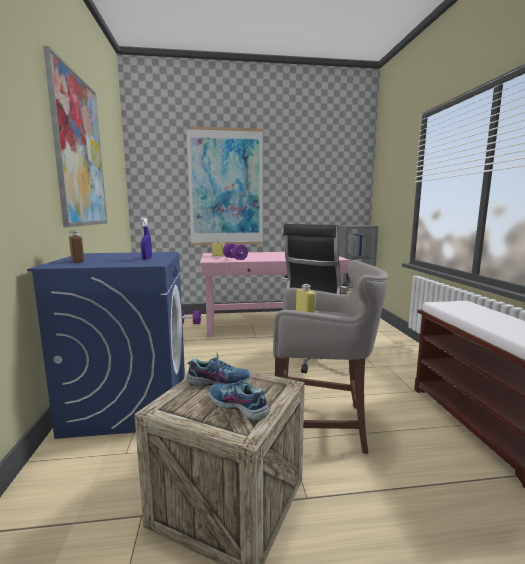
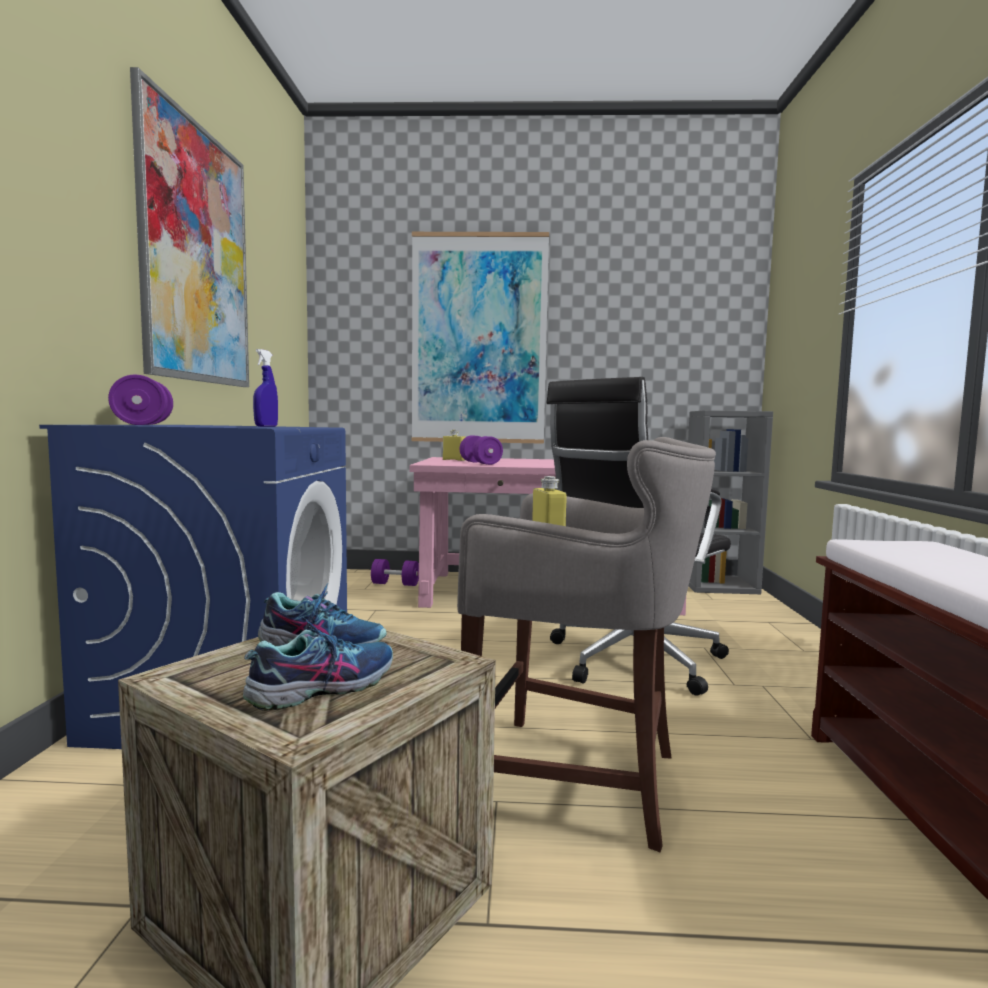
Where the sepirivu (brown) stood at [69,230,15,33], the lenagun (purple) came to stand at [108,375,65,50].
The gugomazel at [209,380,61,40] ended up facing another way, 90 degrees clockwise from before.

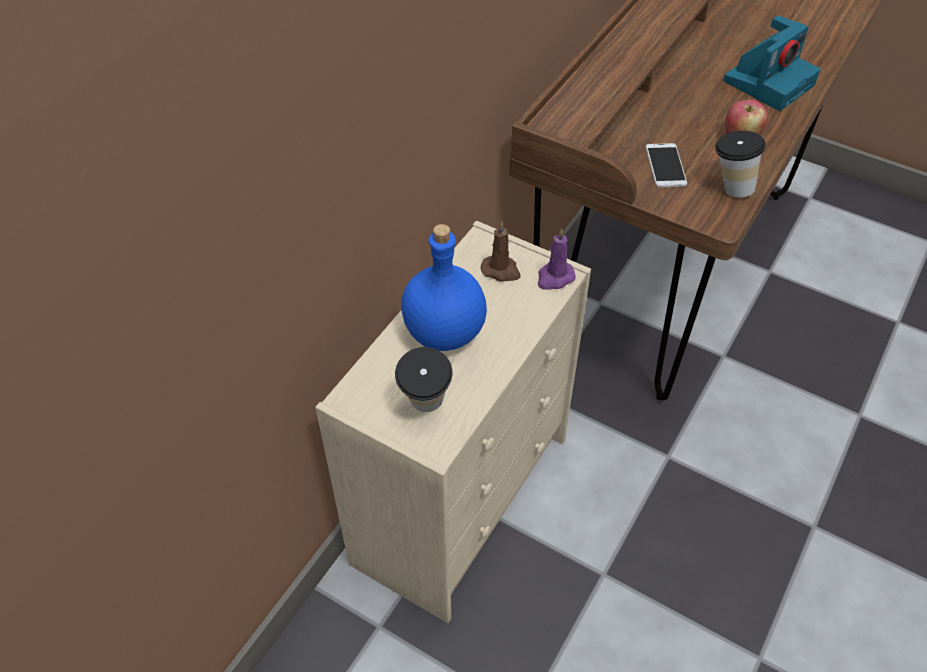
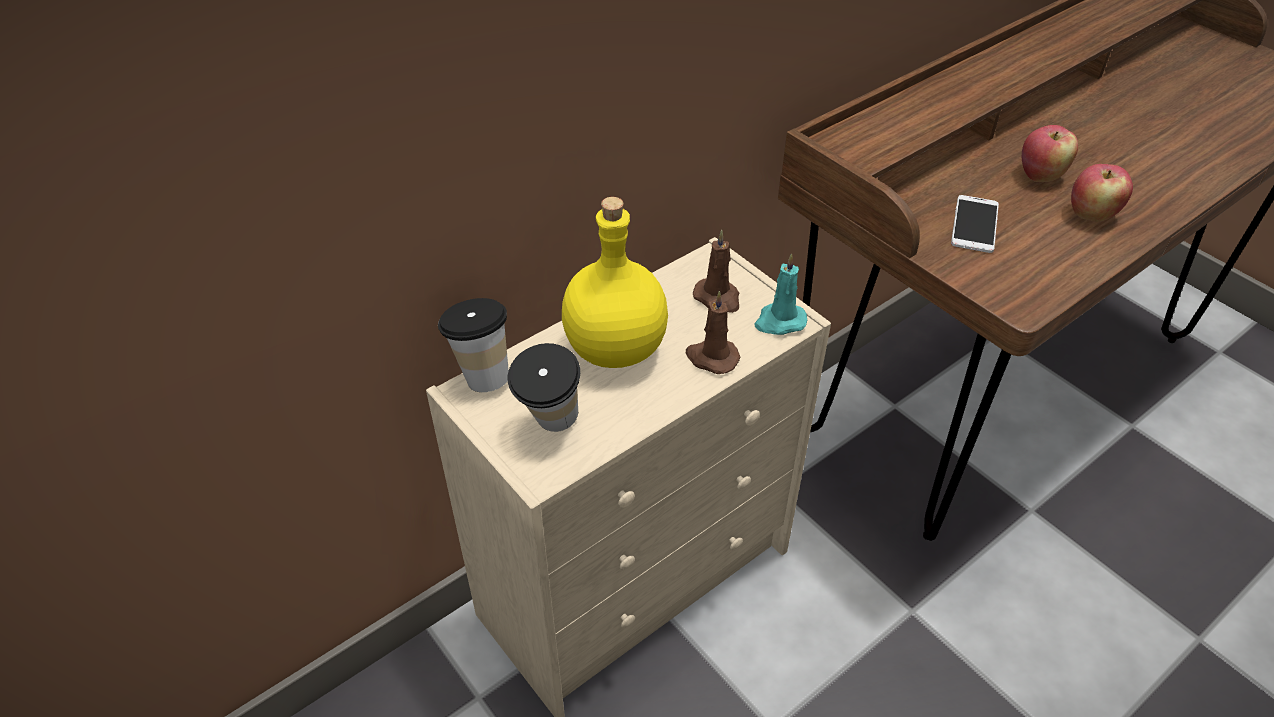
What was the sepirivu (blue) at [401,224,86,127] turned into the sepirivu (yellow) at [562,197,106,171].
What was the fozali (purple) at [538,228,38,62] turned into the fozali (turquoise) at [754,253,53,82].
The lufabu ended up elsewhere, having gone from [715,131,51,67] to [438,298,71,94].
The second view lost the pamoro at [724,15,97,96].
The second view gained the fozali (brown) at [686,291,54,83].
The second view gained the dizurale at [1022,125,56,57].

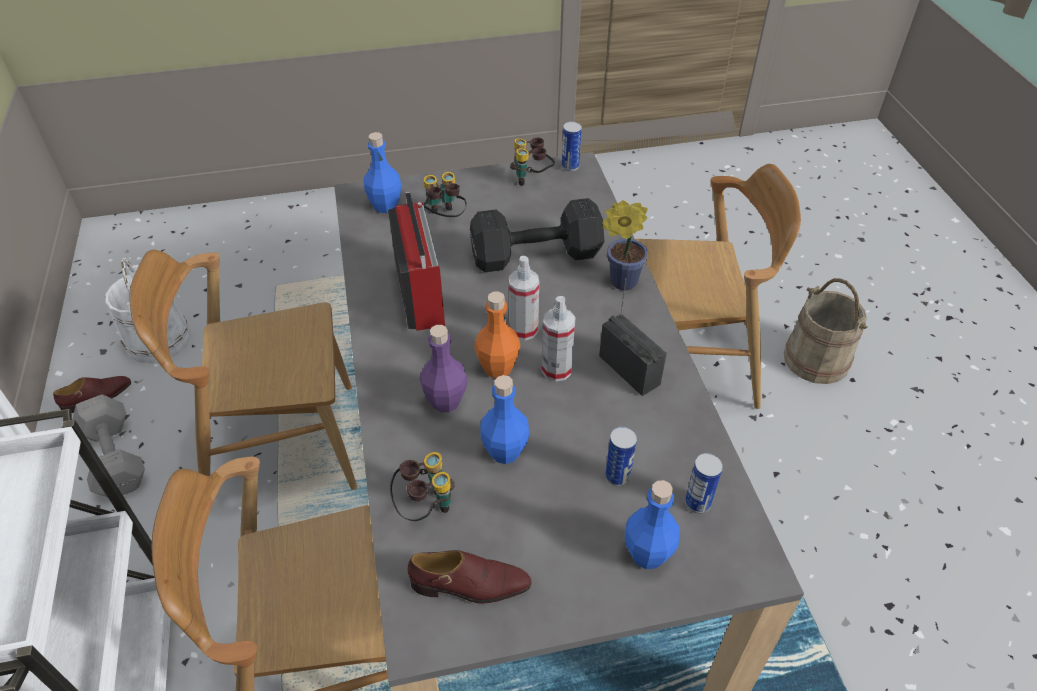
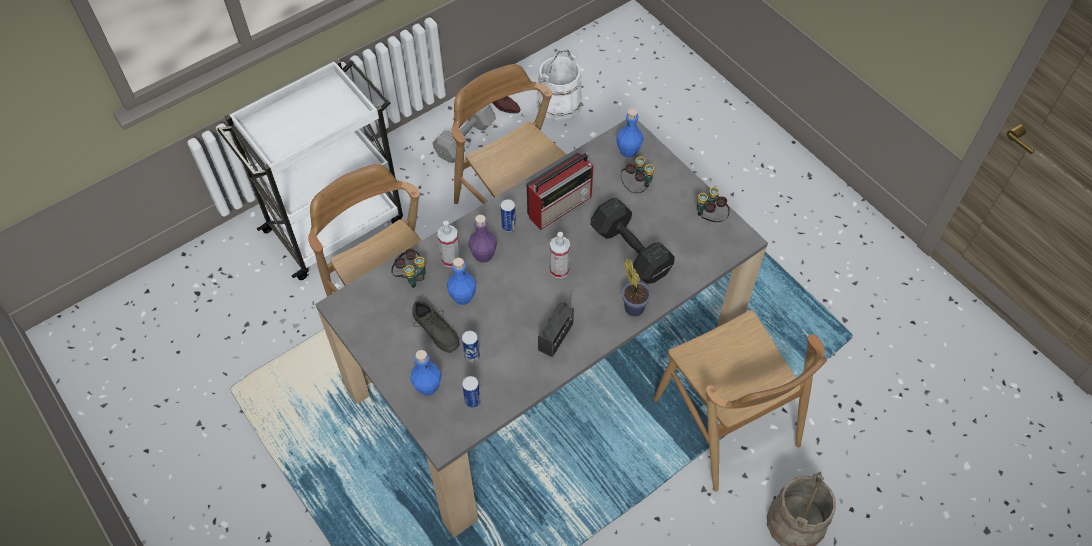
The second view lost the gugomazel (brown) at [408,550,123,54].
The second view lost the sepirivu (orange) at [474,292,47,86].
The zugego ended up elsewhere, having gone from [542,296,33,86] to [438,221,23,47].
The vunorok ended up elsewhere, having gone from [562,122,20,50] to [501,199,15,33].
The second view gained the gugomazel (grey) at [413,301,47,52].

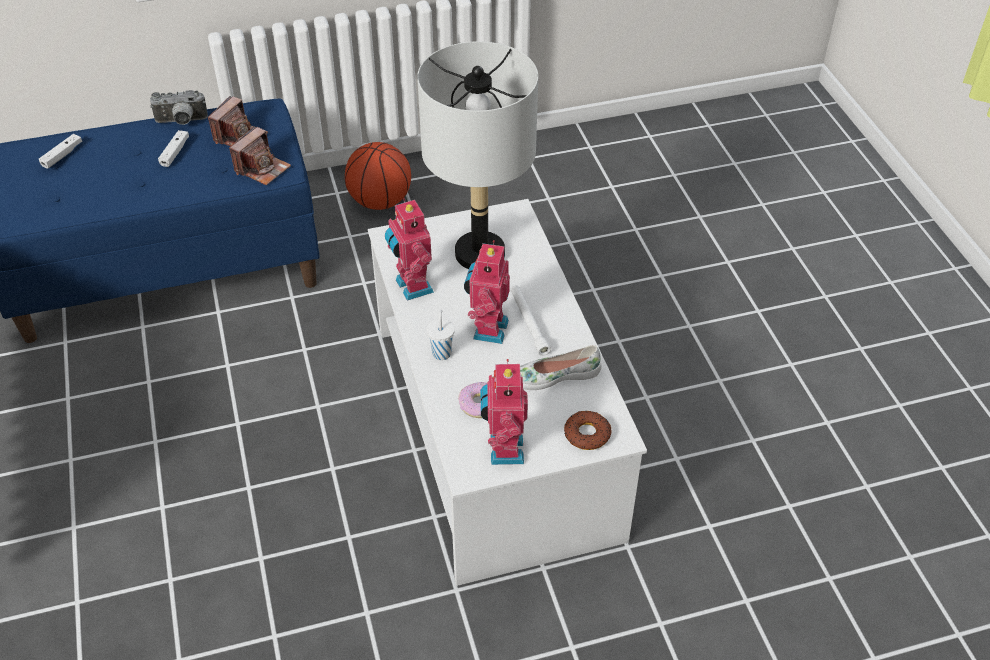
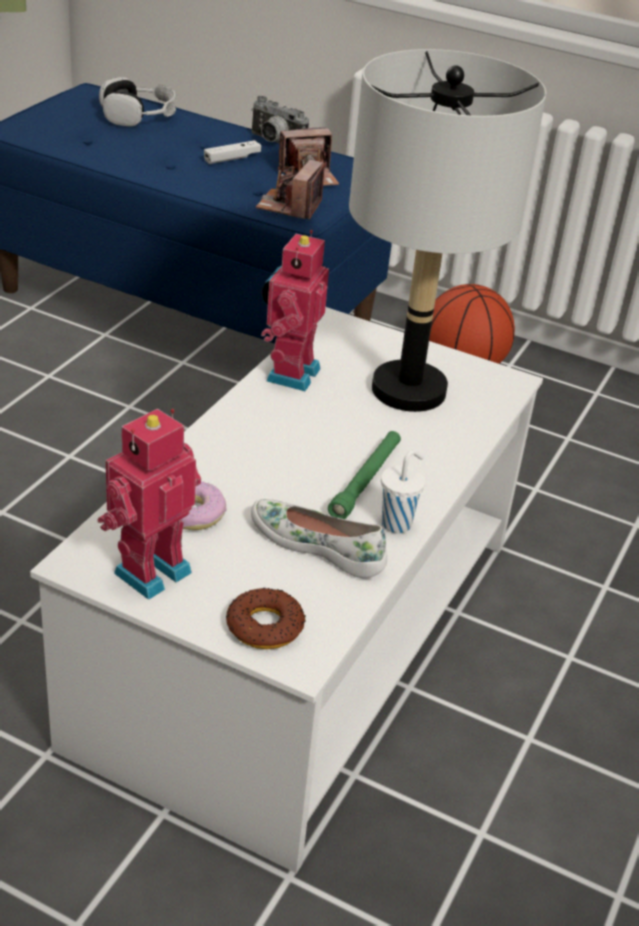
Where the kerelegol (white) stood at [39,134,43,35], the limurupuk came to stand at [99,77,77,50].
The pamoro at [229,126,62,59] ended up facing another way, 120 degrees clockwise from before.
The lufabu (white) ended up elsewhere, having gone from [427,310,28,50] to [381,450,44,83].
The second view lost the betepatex at [464,240,46,104].
What was the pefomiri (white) at [510,285,41,71] turned into the pefomiri (green) at [328,431,73,88].

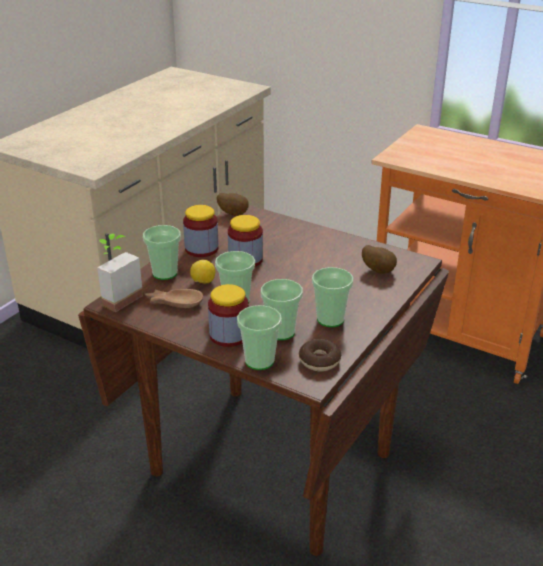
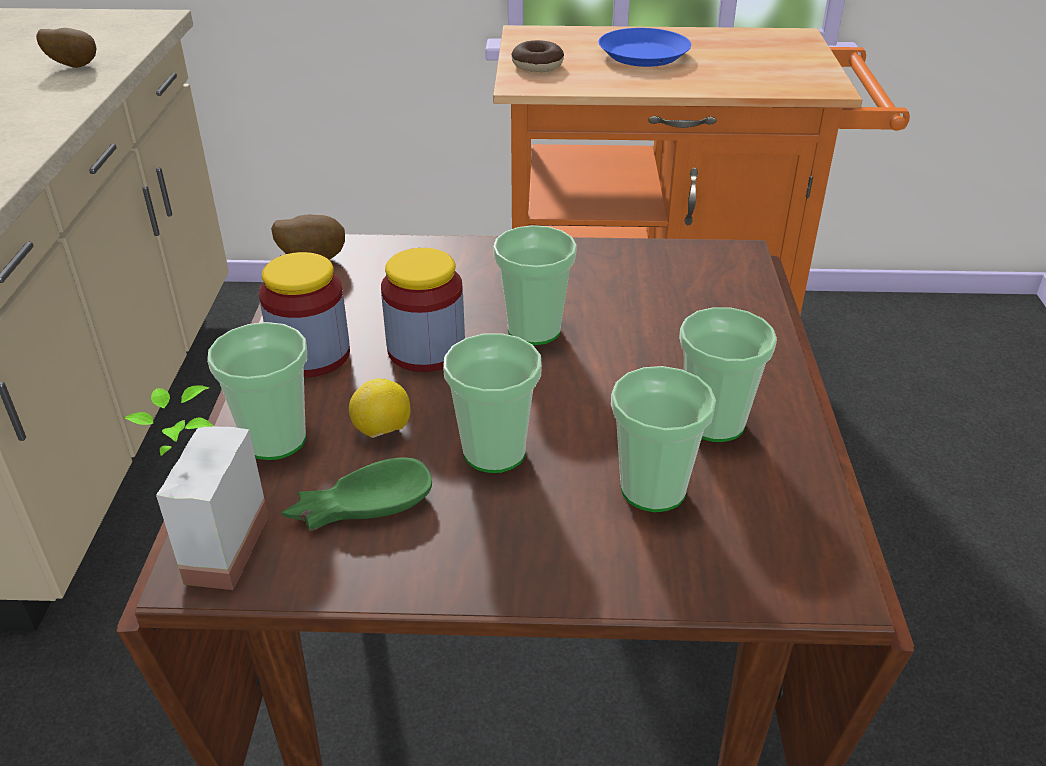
What was the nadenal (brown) at [145,289,58,19] turned into the nadenal (green) at [281,457,151,74].
The second view lost the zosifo at [208,284,41,63].
The lufabu ended up elsewhere, having gone from [237,305,45,65] to [493,225,84,120].
The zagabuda ended up elsewhere, having gone from [299,339,42,33] to [511,40,53,32].
The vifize ended up elsewhere, having gone from [362,245,35,29] to [36,28,61,40].
The second view gained the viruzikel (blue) at [598,28,93,39].

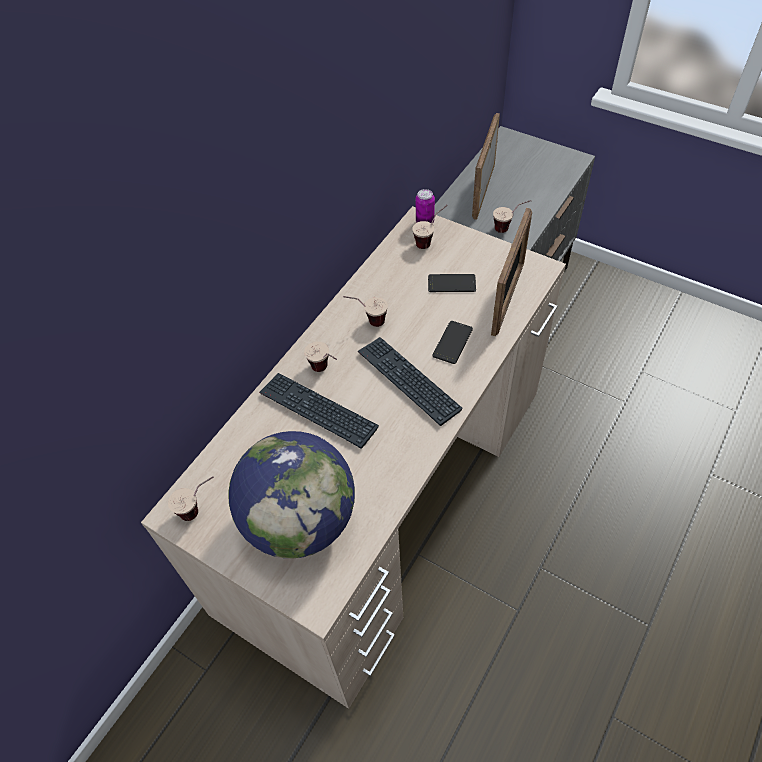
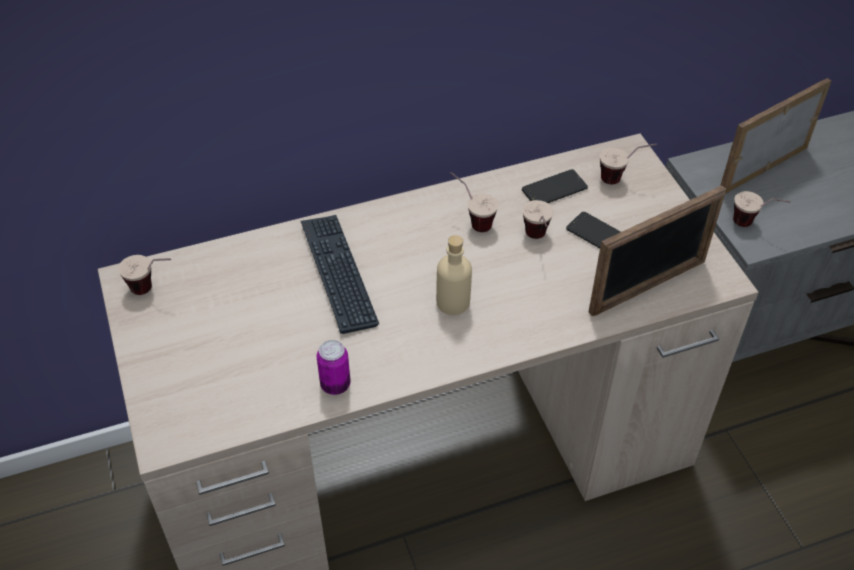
The second view lost the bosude at [228,431,127,127].
The lufabu ended up elsewhere, having gone from [304,342,33,30] to [522,200,31,39].
Where the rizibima stood at [358,337,105,89], the sepirivu (beige) came to stand at [436,235,36,80].
The vunorok ended up elsewhere, having gone from [416,189,19,35] to [317,340,34,55].
The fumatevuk ended up elsewhere, having gone from [432,321,41,43] to [522,169,66,34].

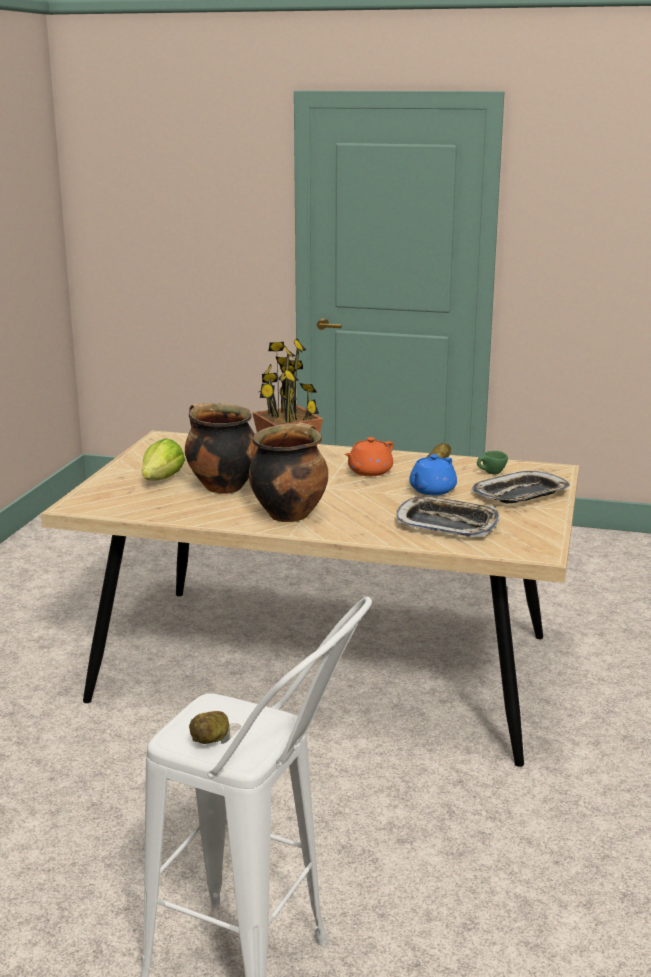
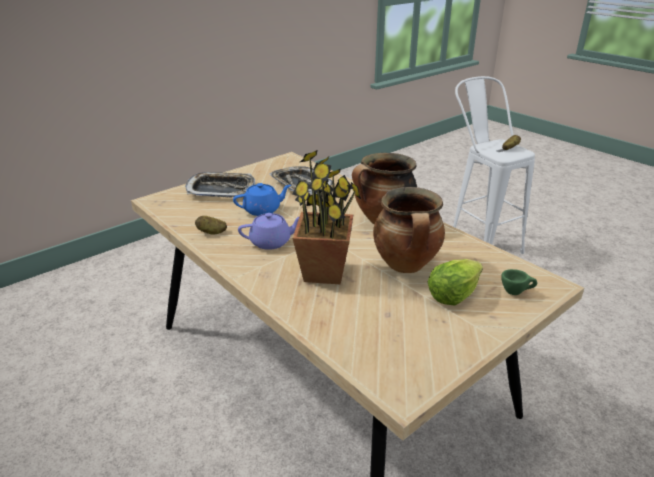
What was the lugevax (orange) at [345,437,48,39] turned into the lugevax (purple) at [238,213,61,37].
The lufabu (green) ended up elsewhere, having gone from [477,451,31,23] to [501,269,36,26].

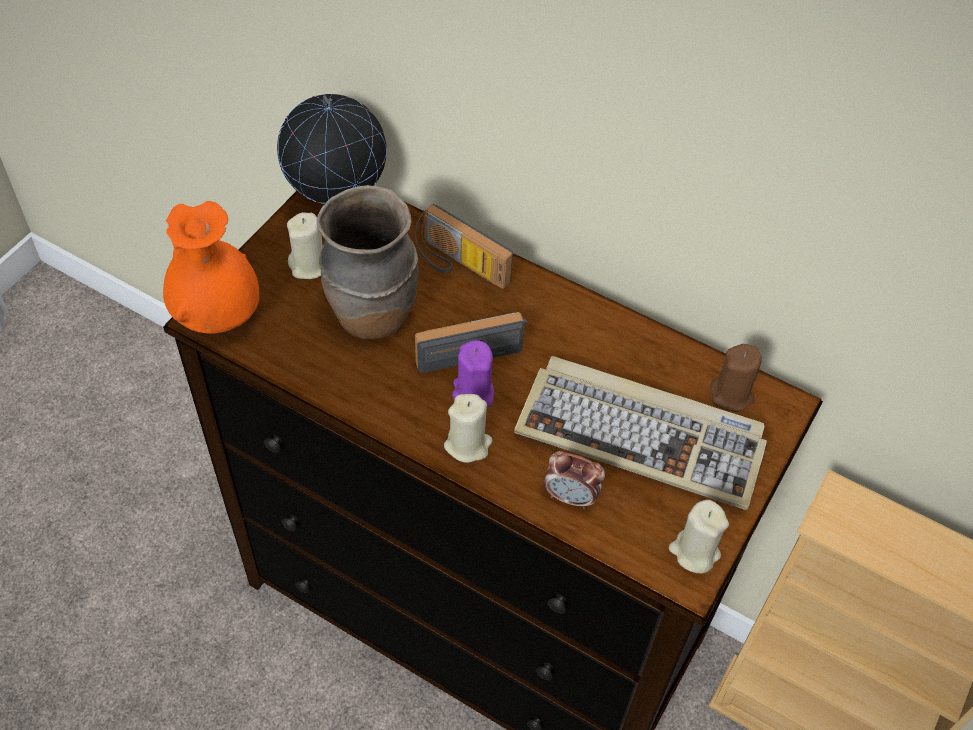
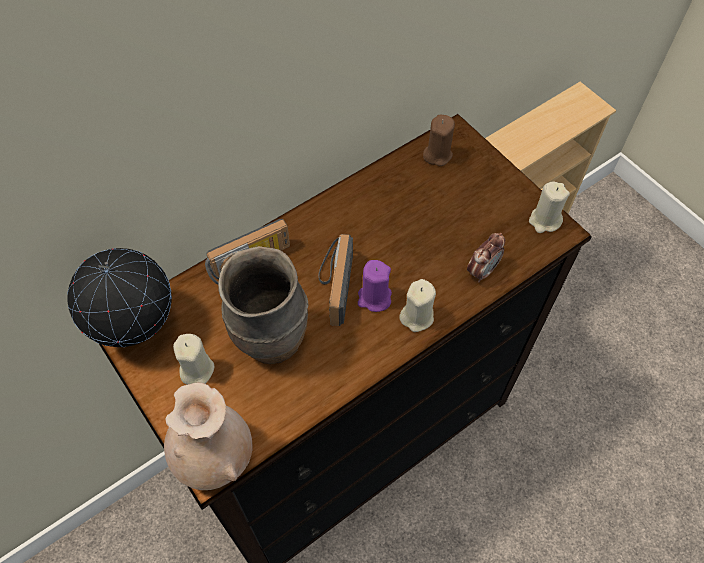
What was the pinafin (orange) at [163,201,96,133] turned into the pinafin (beige) at [164,382,89,108].
The second view lost the rizibima at [514,356,253,154].

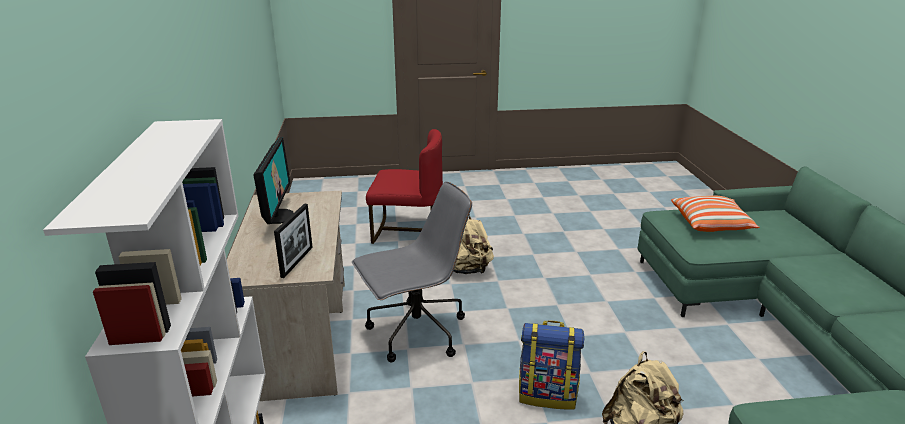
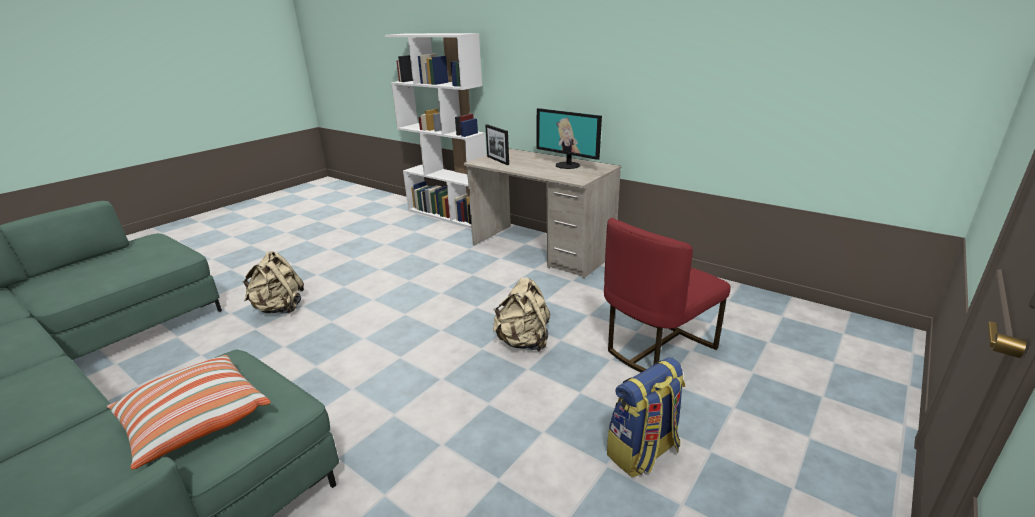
The second view lost the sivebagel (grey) at [352,182,120,181].
The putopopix ended up elsewhere, having gone from [519,320,66,90] to [607,357,78,120].

